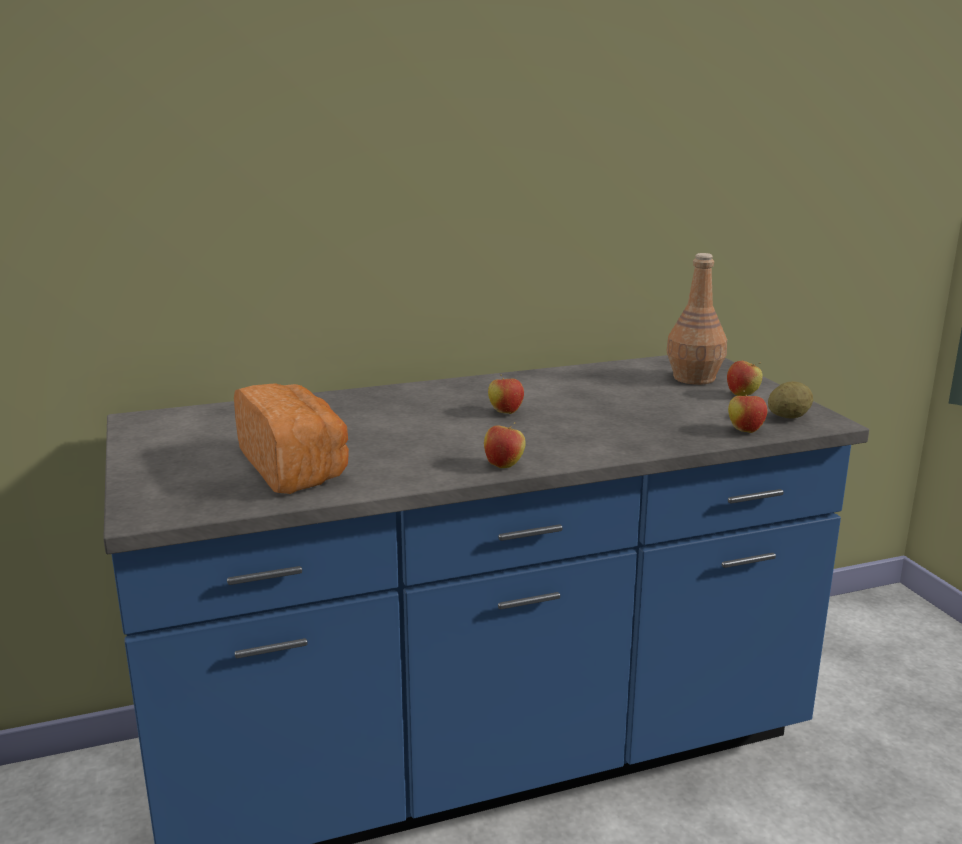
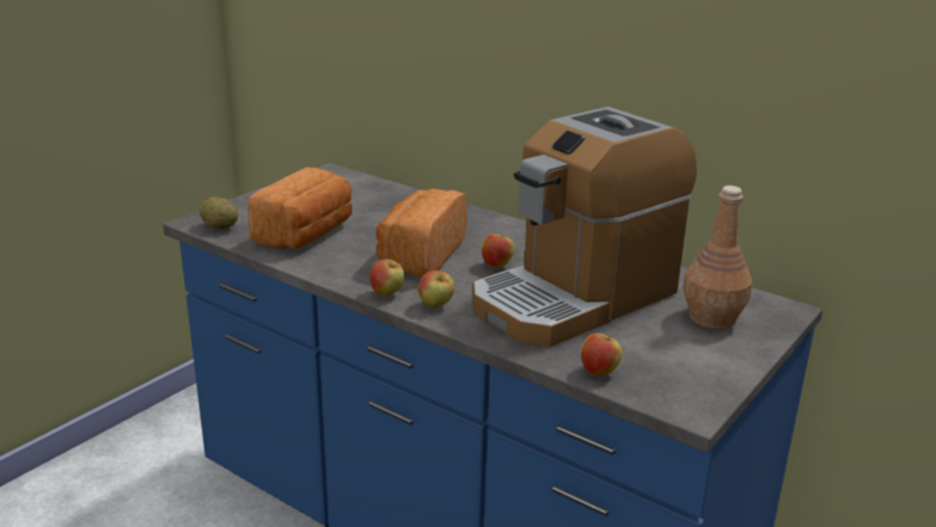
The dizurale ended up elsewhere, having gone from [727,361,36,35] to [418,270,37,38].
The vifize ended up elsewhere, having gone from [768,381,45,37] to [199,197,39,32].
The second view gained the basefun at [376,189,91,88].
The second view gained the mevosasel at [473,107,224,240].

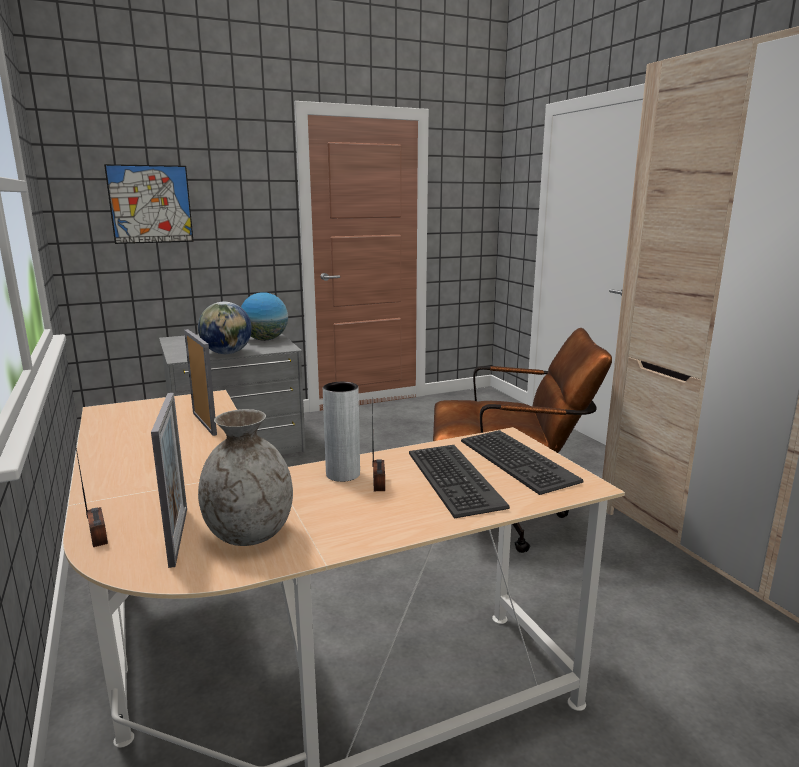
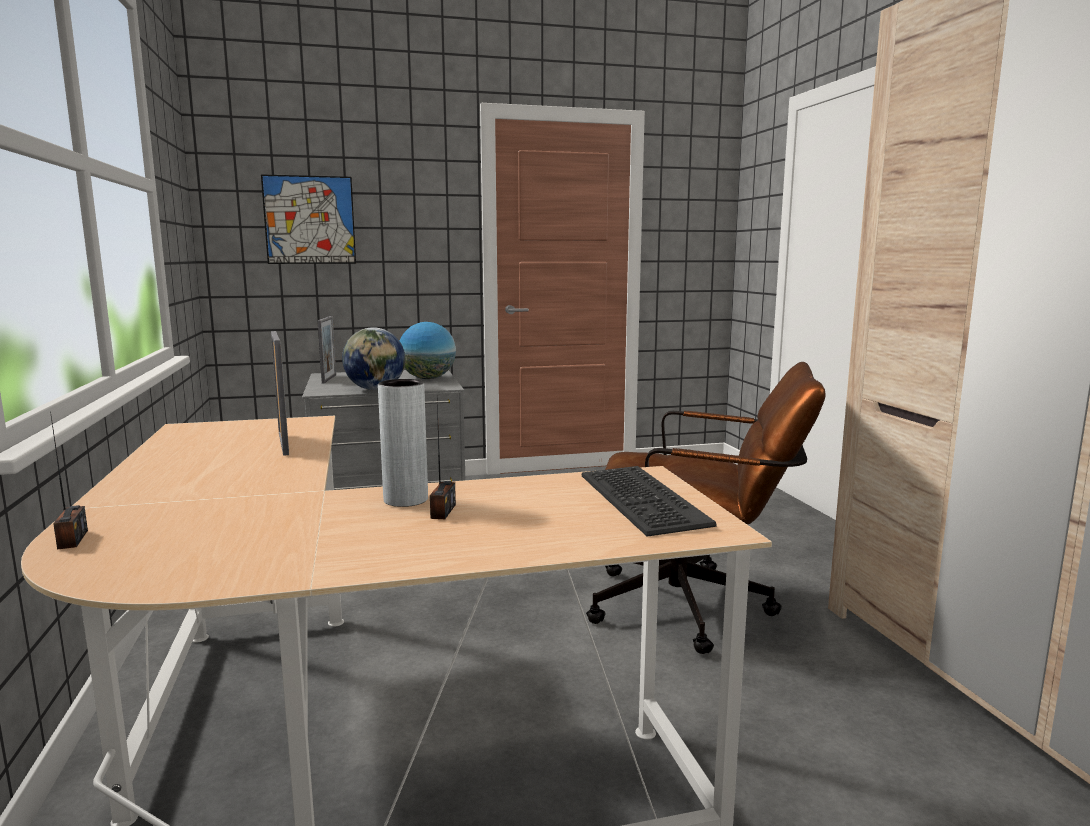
The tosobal ended up elsewhere, having gone from [151,393,36,175] to [318,316,18,67].
The second view lost the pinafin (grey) at [198,409,95,137].
The second view lost the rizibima at [409,445,101,74].

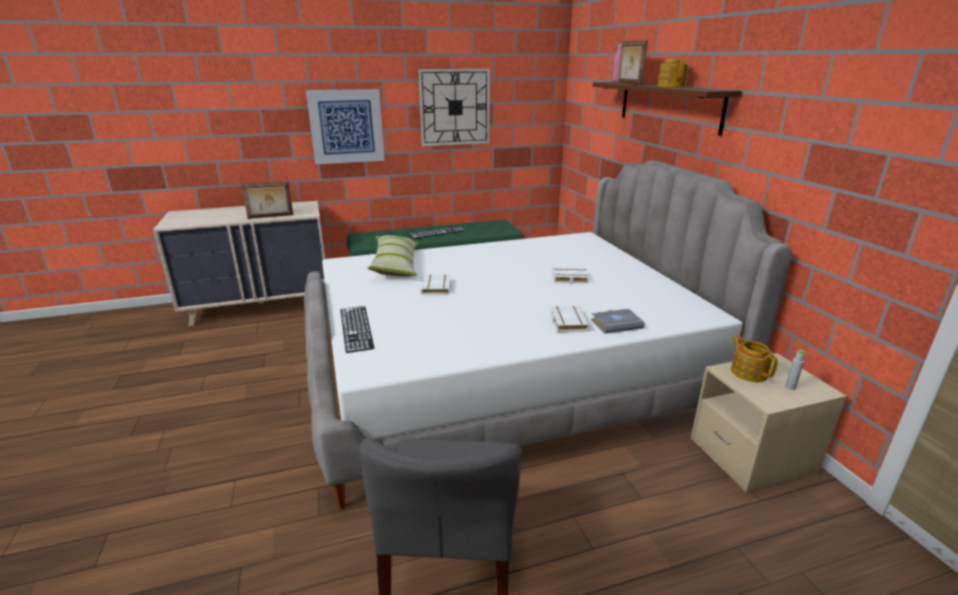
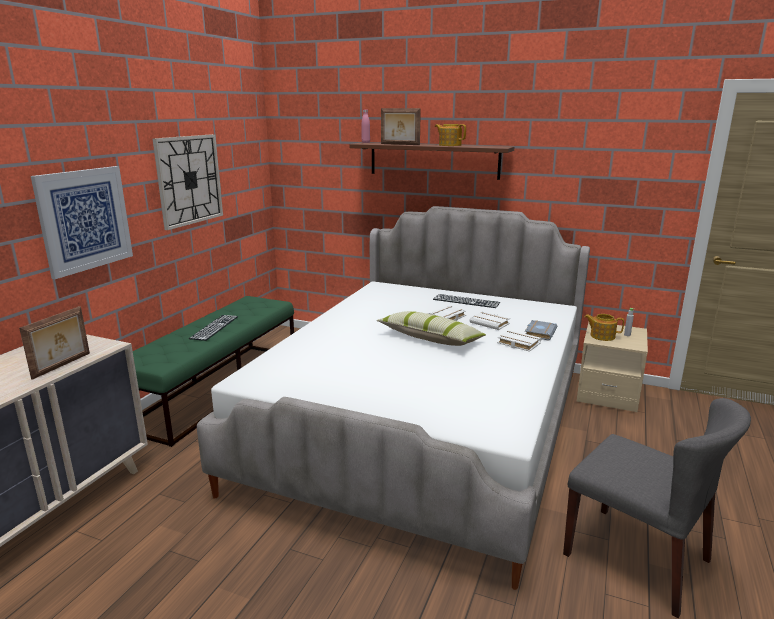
The rizibima ended up elsewhere, having gone from [340,306,34,47] to [433,294,67,14].
The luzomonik ended up elsewhere, having gone from [367,235,51,42] to [377,311,109,35].
The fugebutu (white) ended up elsewhere, having gone from [421,275,30,20] to [470,311,40,19].

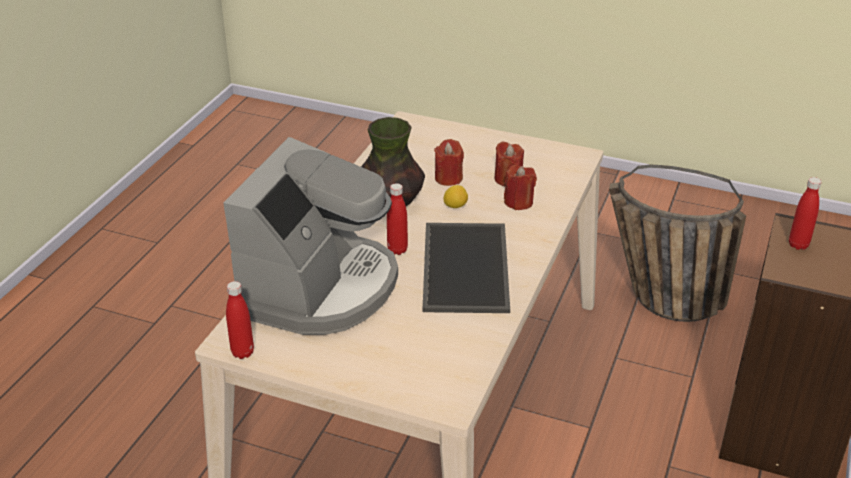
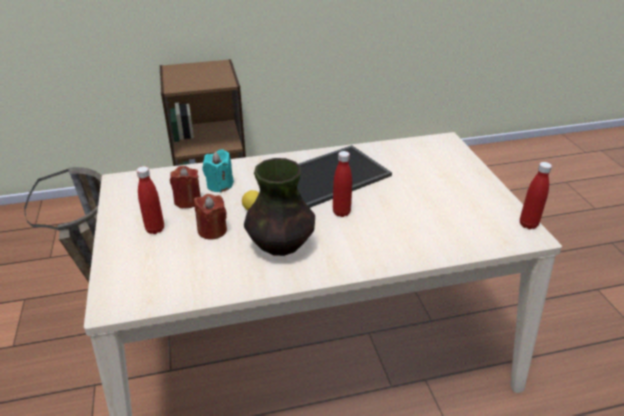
The second view lost the mevosasel at [223,137,175,198].
What was the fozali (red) at [504,165,33,45] turned into the fozali (turquoise) at [203,149,31,44].
The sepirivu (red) ended up elsewhere, having gone from [789,177,33,73] to [136,166,28,68].

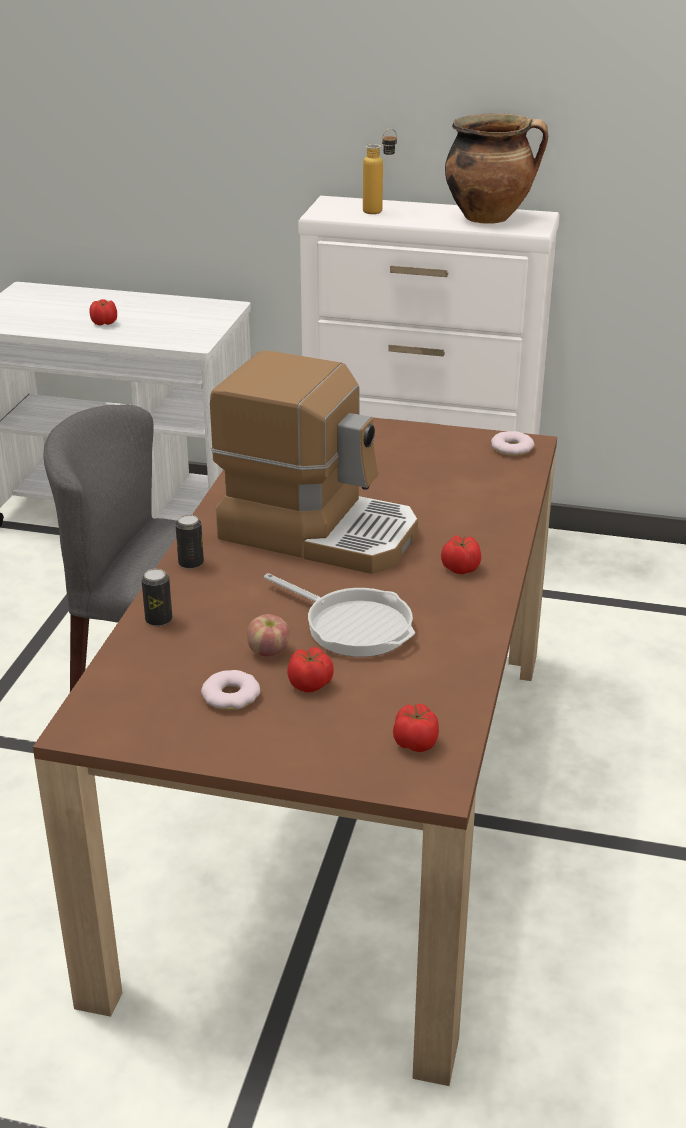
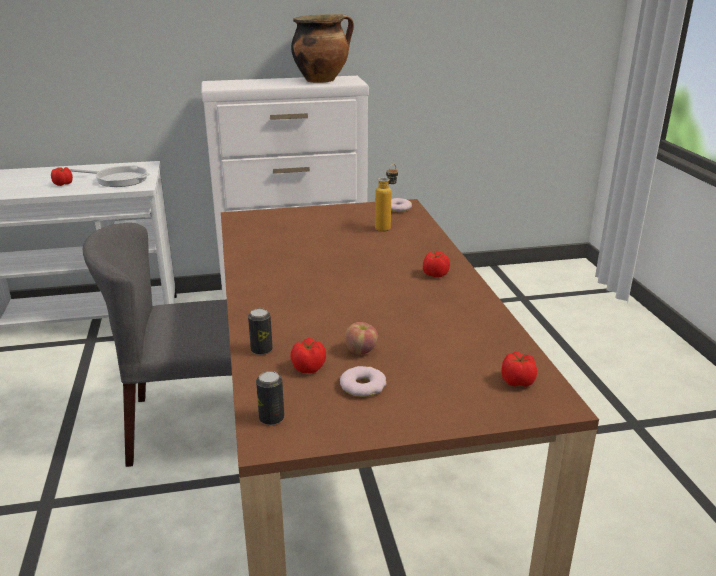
The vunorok ended up elsewhere, having gone from [175,515,29,54] to [256,371,28,54].
The second view lost the mevosasel at [210,351,208,223].
The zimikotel ended up elsewhere, having gone from [264,573,151,84] to [70,165,80,22].
The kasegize ended up elsewhere, having gone from [287,647,47,46] to [291,338,35,36].
The sepirivu ended up elsewhere, having gone from [363,129,34,85] to [375,164,23,68].

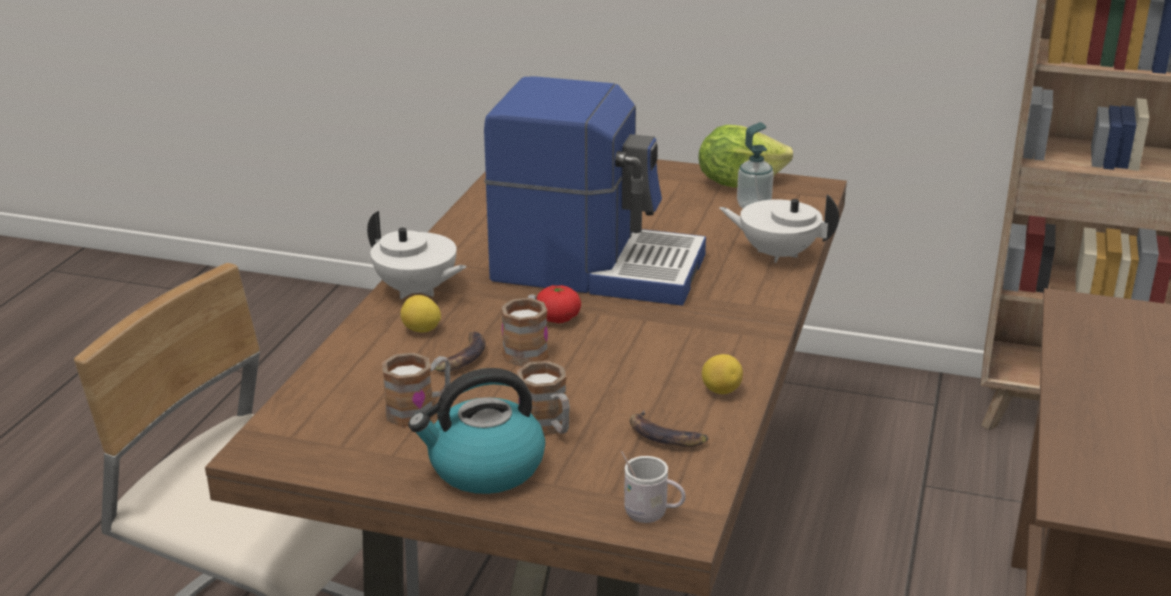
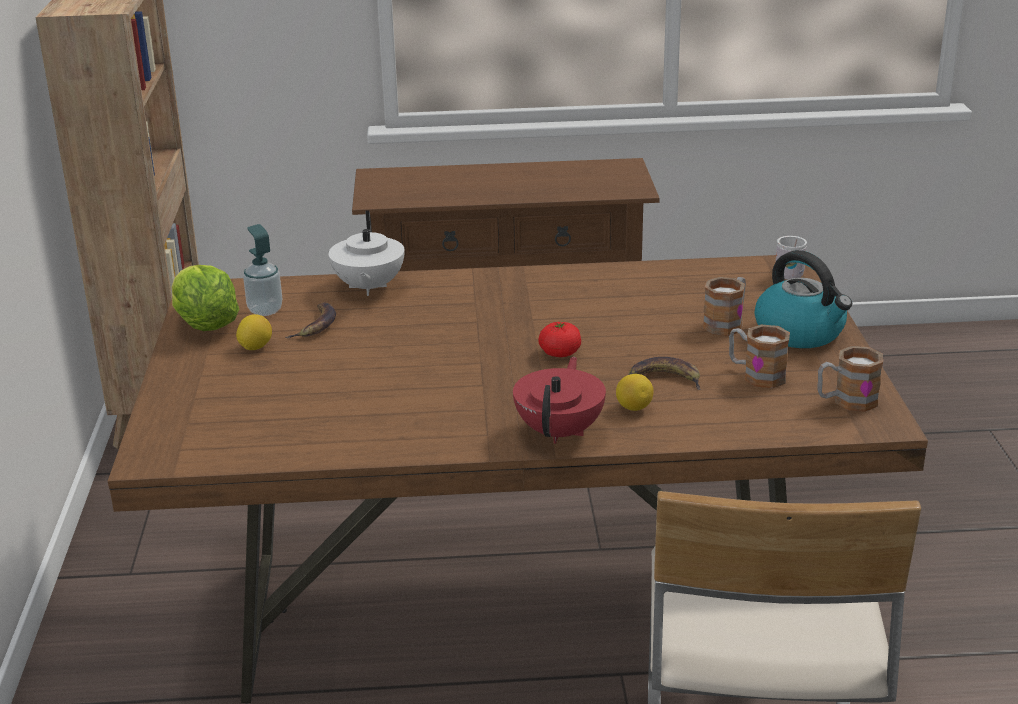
What was the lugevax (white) at [367,211,99,88] turned into the lugevax (red) at [513,357,93,87].
The second view lost the mevosasel at [484,77,222,229].
The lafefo ended up elsewhere, having gone from [501,294,47,72] to [818,346,65,66].
The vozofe ended up elsewhere, having gone from [629,410,79,37] to [286,303,50,35].
The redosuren ended up elsewhere, having gone from [702,354,41,40] to [236,314,36,36].

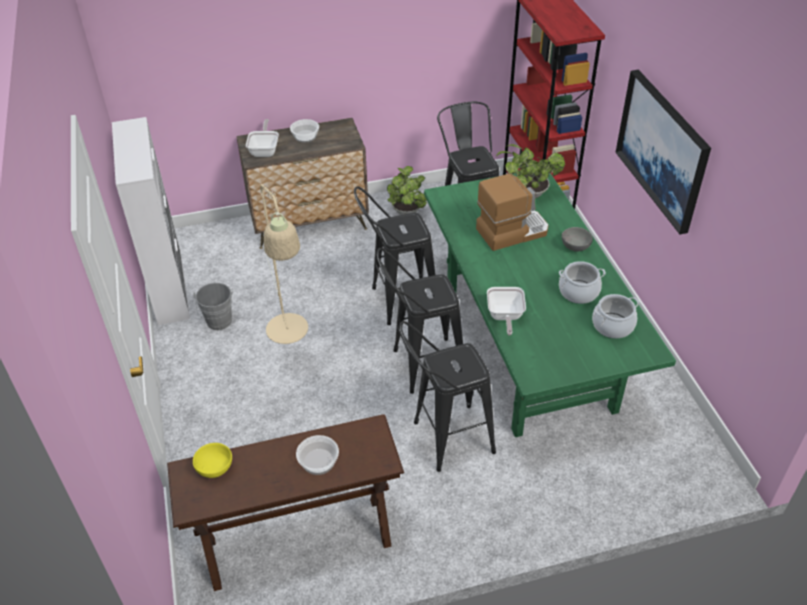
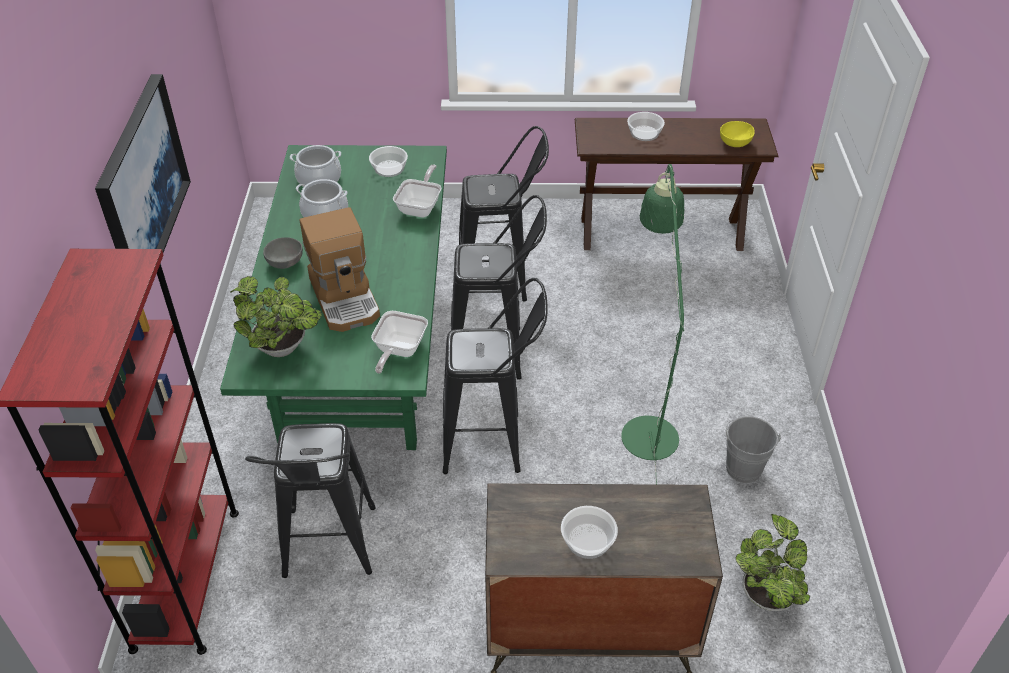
The second view lost the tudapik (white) at [112,117,78,208].
The zimikotel ended up elsewhere, having gone from [246,119,33,38] to [371,311,57,63].
What was the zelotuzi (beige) at [260,184,48,160] turned into the zelotuzi (green) at [621,164,63,321].
The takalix ended up elsewhere, having gone from [387,166,40,49] to [736,514,74,97].
The mevosasel at [476,174,73,77] ended up facing another way, 105 degrees counterclockwise from before.
The second view gained the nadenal at [369,146,39,31].

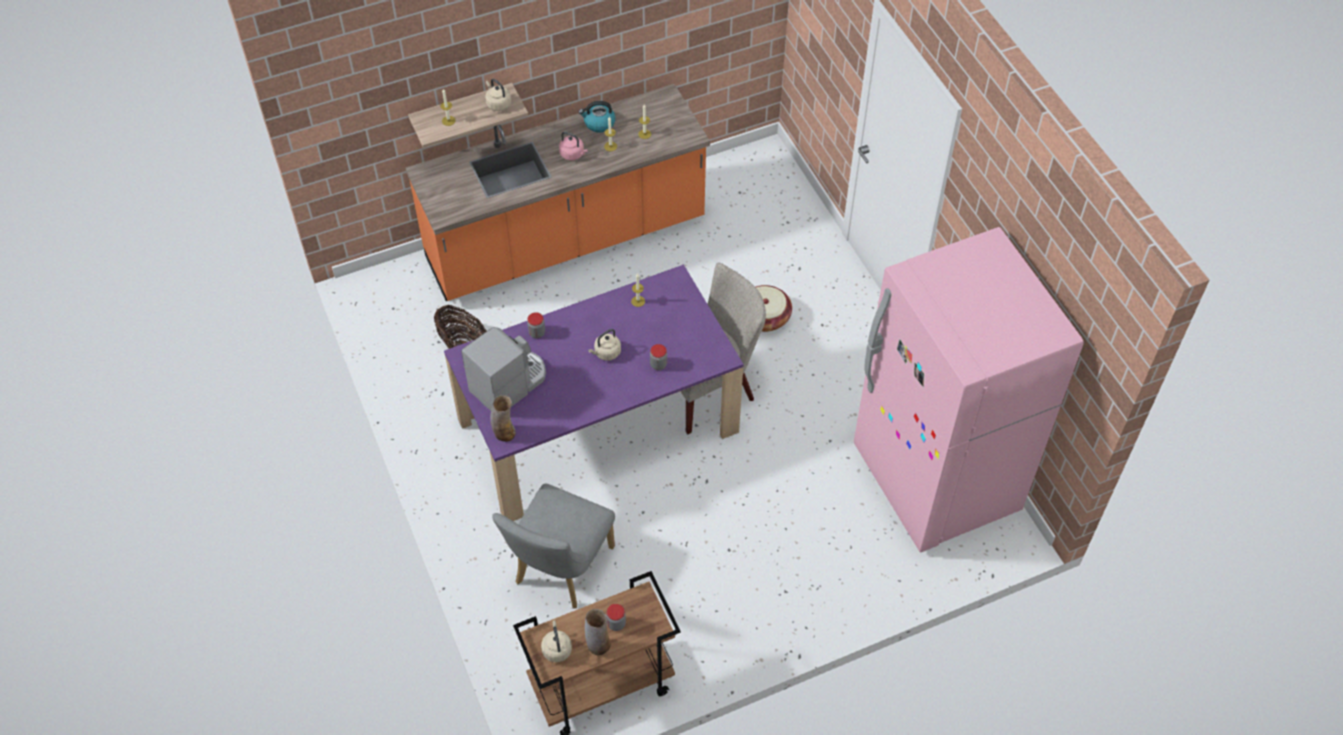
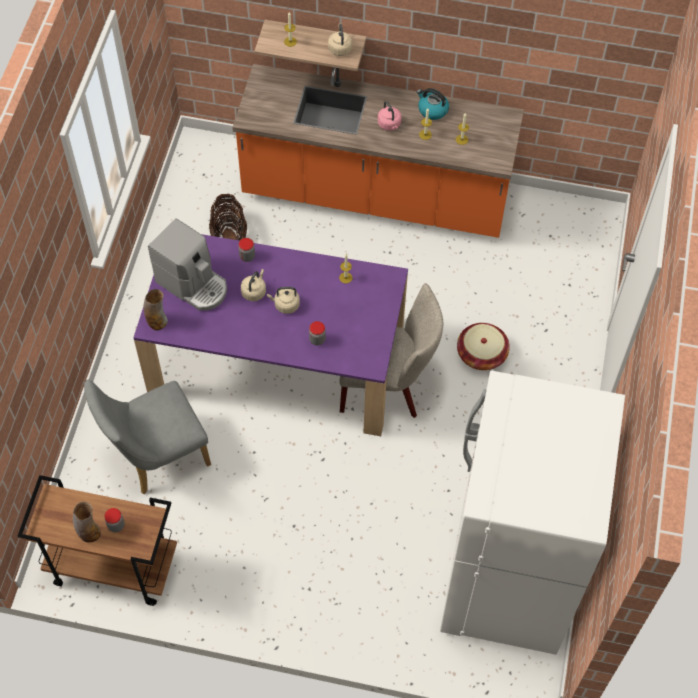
The mevosasel at [461,327,85,84] ended up facing another way, 45 degrees clockwise from before.
The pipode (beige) ended up elsewhere, having gone from [541,620,31,42] to [241,269,25,32].
What was the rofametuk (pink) at [853,227,231,325] turned into the rofametuk (white) at [440,370,185,285].

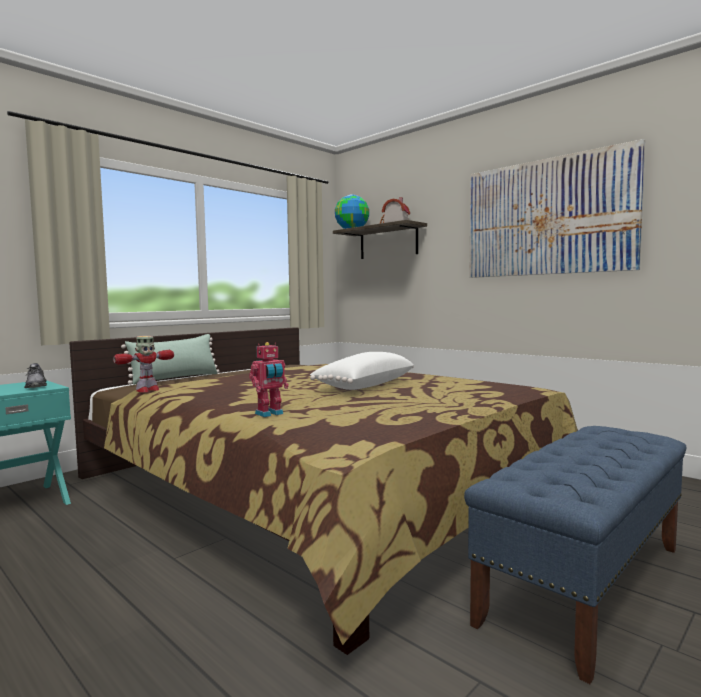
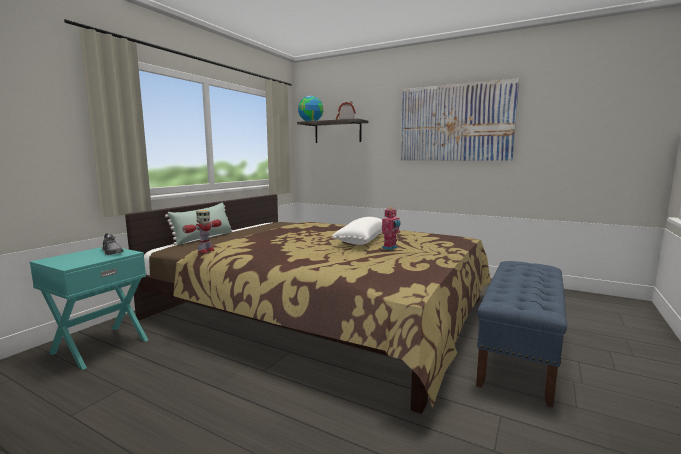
The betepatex ended up elsewhere, having gone from [249,342,40,75] to [382,207,19,43].

